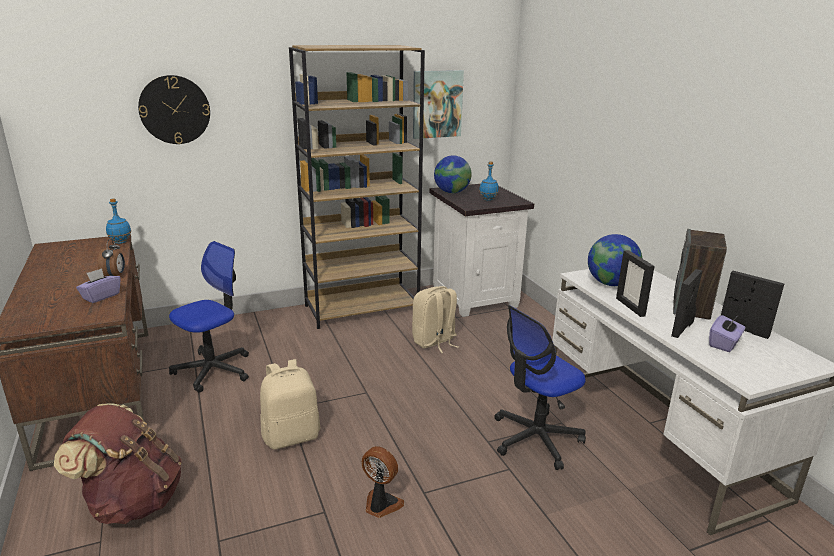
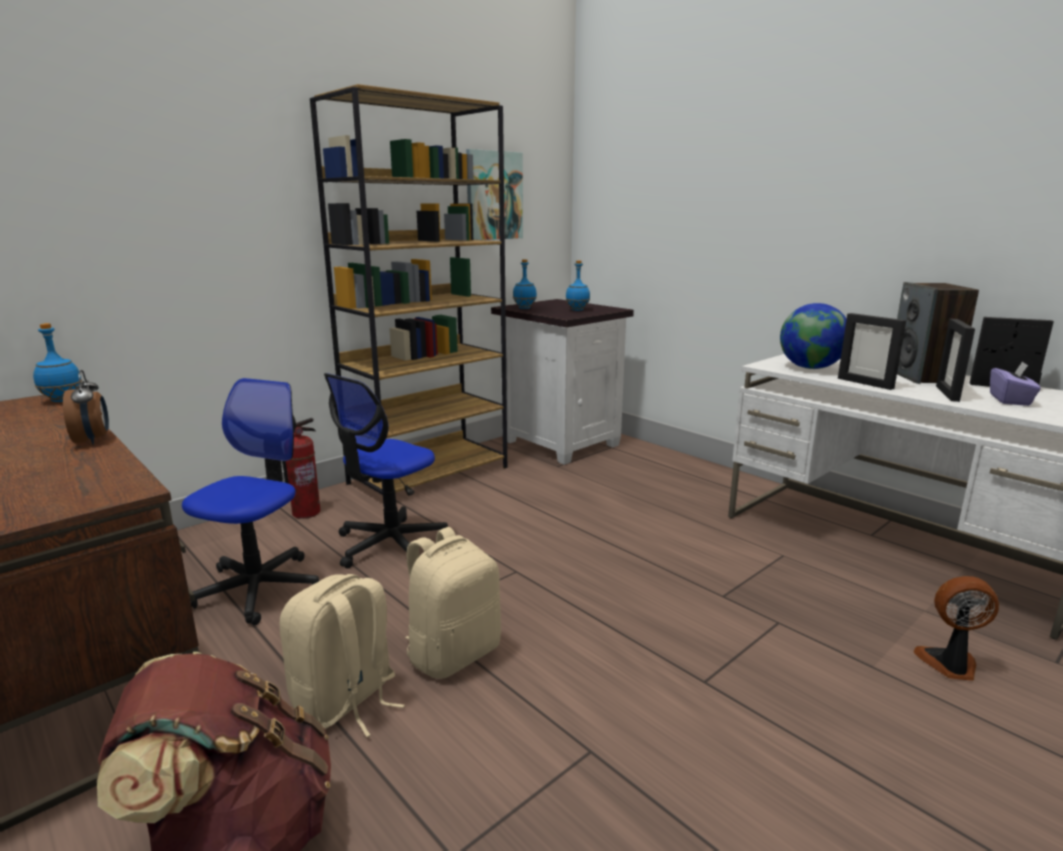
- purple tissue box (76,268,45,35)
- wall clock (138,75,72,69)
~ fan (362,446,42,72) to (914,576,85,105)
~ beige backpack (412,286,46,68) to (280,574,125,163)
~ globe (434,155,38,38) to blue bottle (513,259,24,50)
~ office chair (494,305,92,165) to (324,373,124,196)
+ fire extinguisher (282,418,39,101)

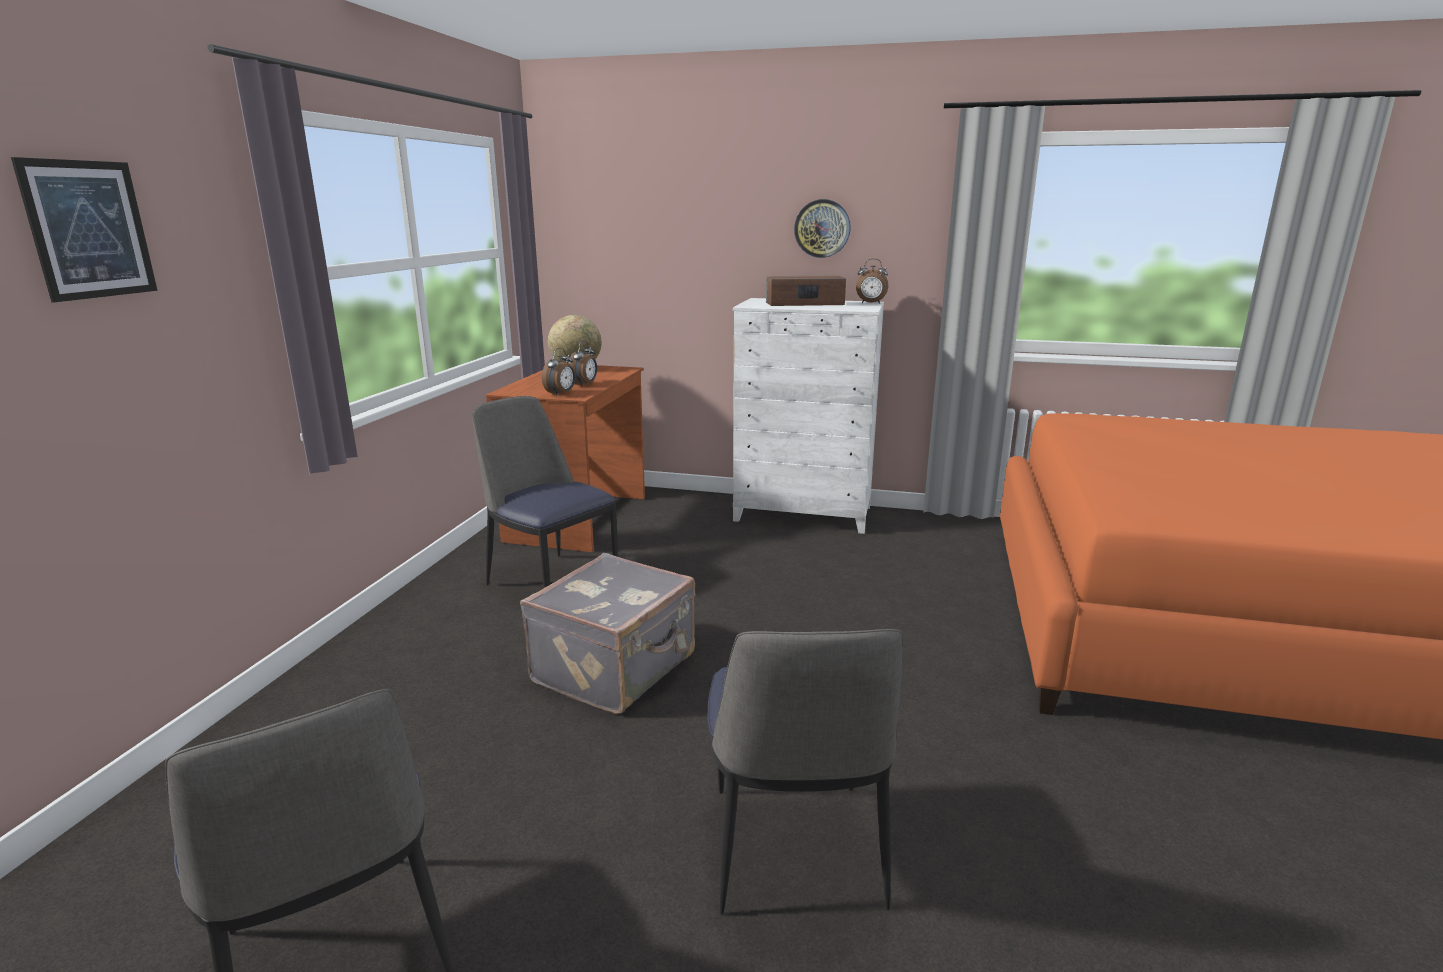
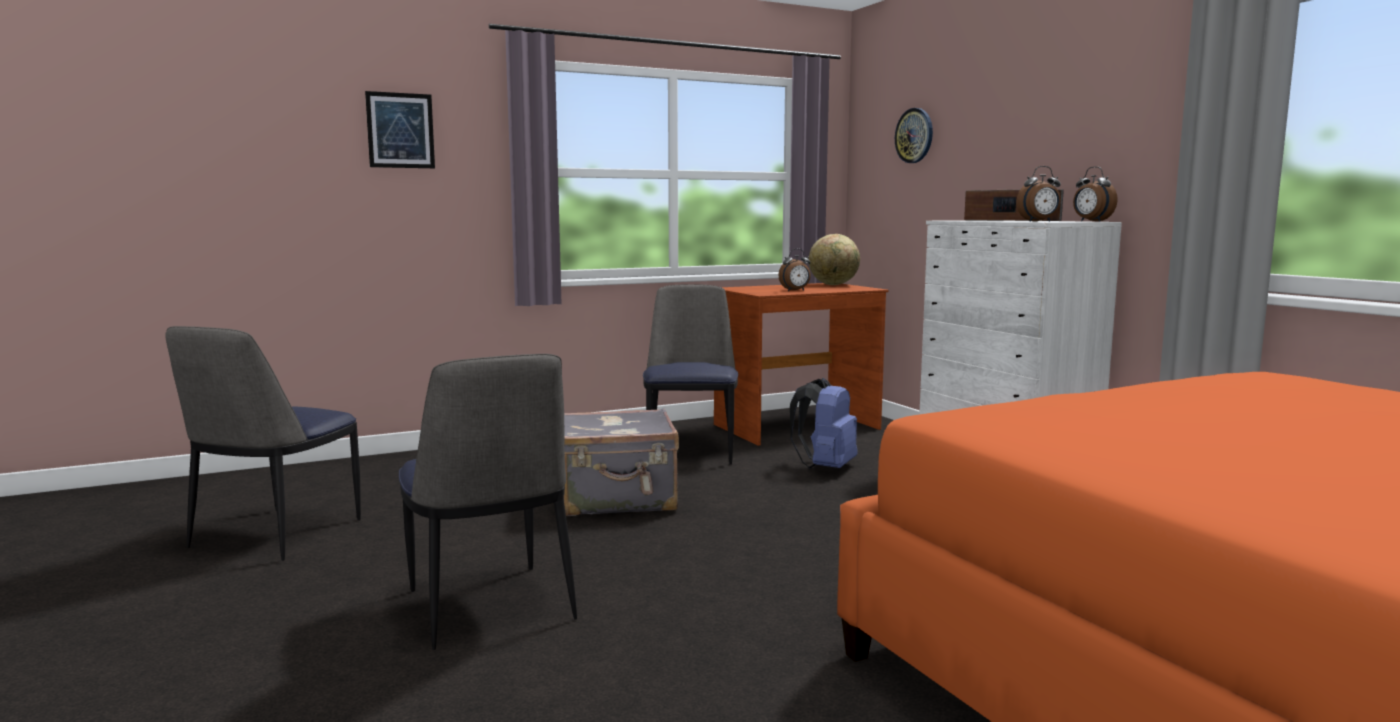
~ alarm clock (542,348,33,48) to (1016,166,45,56)
~ chair (707,629,196,286) = (399,354,178,296) 75 degrees counterclockwise
~ wall clock (794,199,57,59) to (895,108,38,55)
+ blue backpack (790,378,68,90)

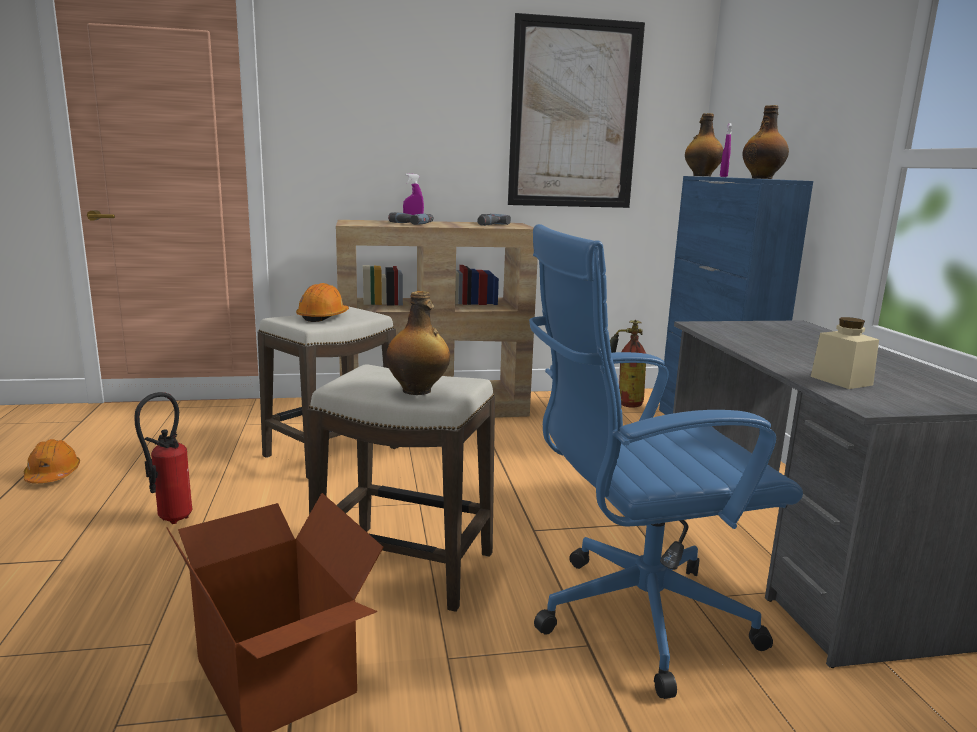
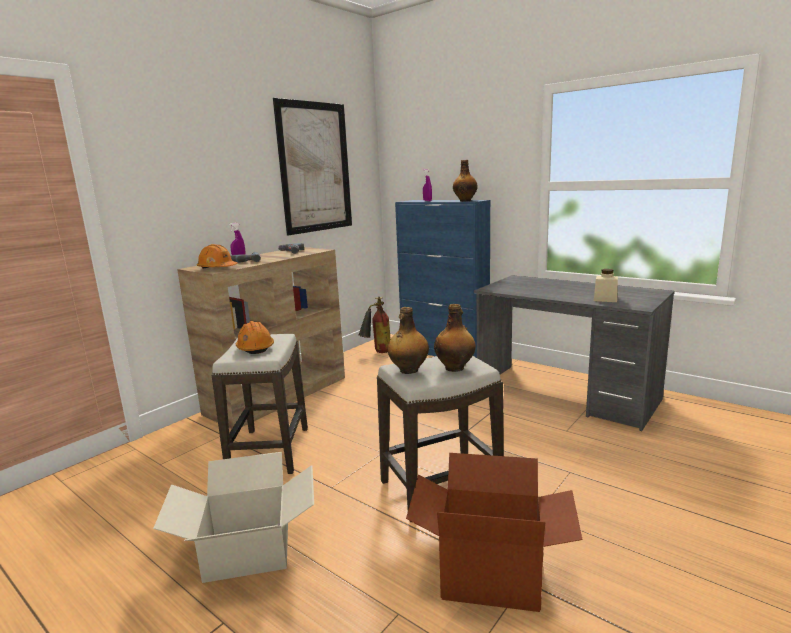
~ orange hard hat (24,439,56,44) to (197,244,41,24)
~ fire extinguisher (135,392,57,132) to cardboard box (153,452,161,131)
- blue office chair (529,224,274,475)
~ bottle (685,113,38,63) to (387,307,42,67)

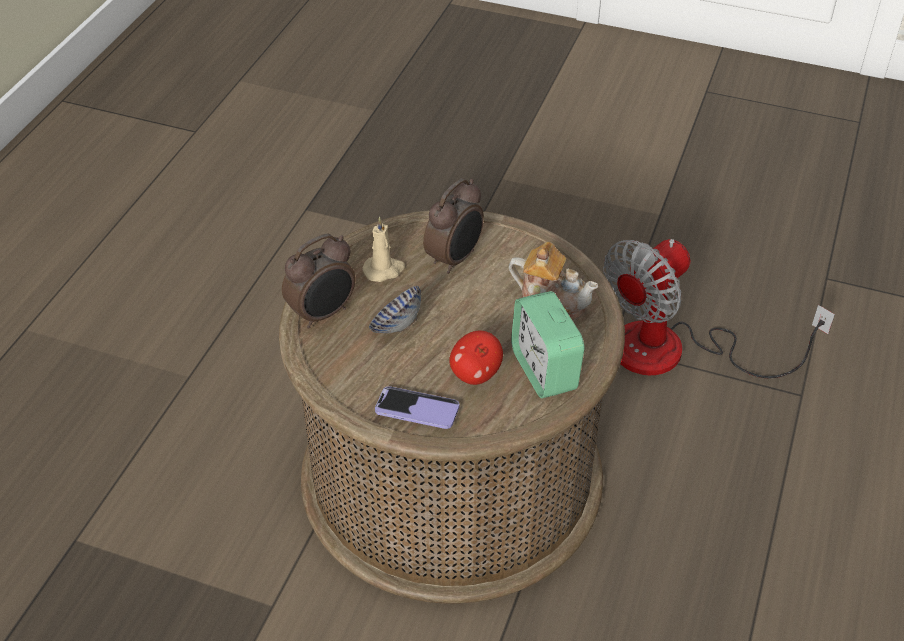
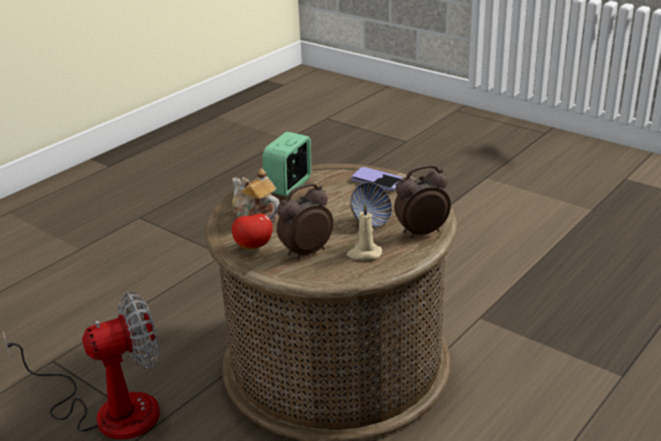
~ apple (449,331,54,54) to (232,208,41,41)
~ alarm clock (511,291,73,107) = (262,132,49,64) 150 degrees counterclockwise

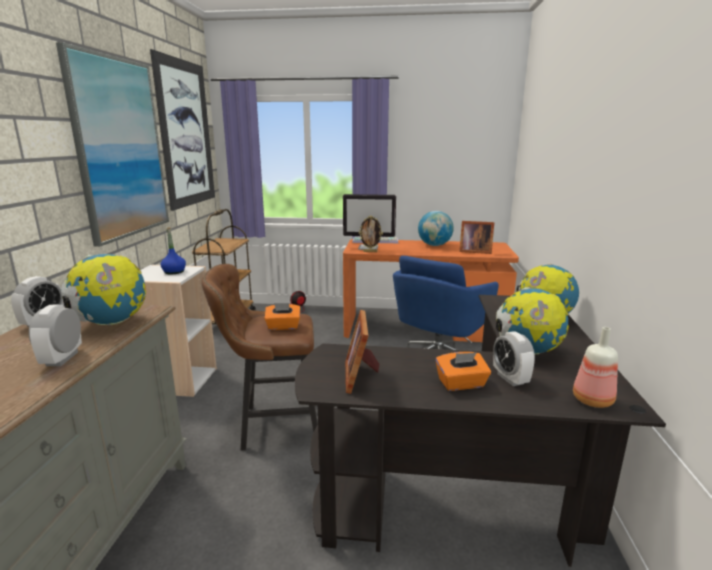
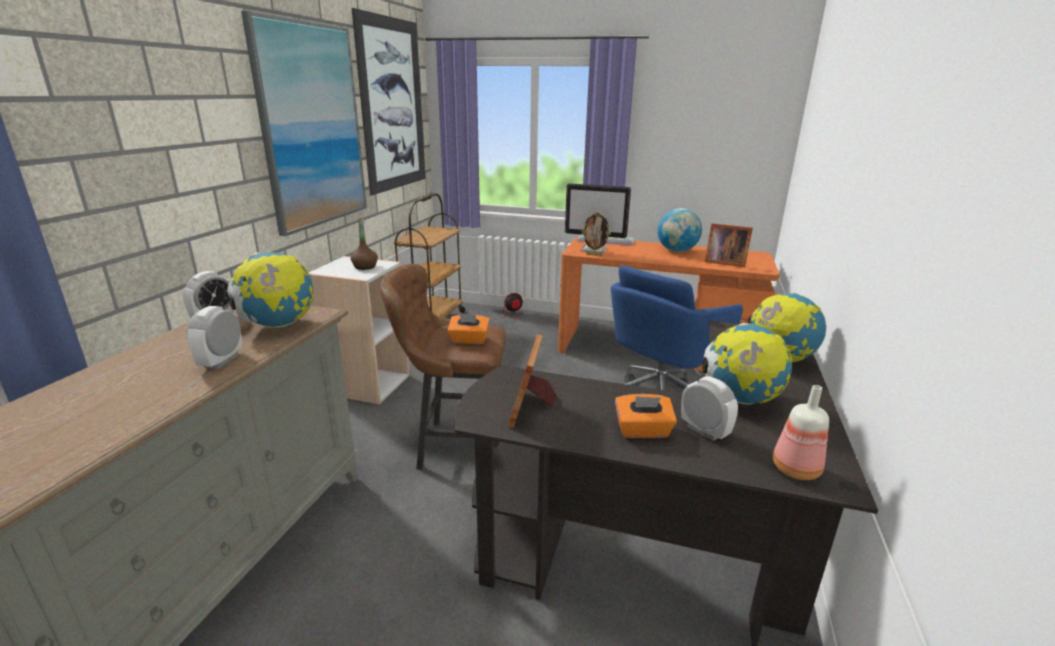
~ blue bottle (160,227,26,47) to brown bottle (350,217,28,53)
~ alarm clock (493,332,42,54) = (681,376,57,65) 150 degrees clockwise

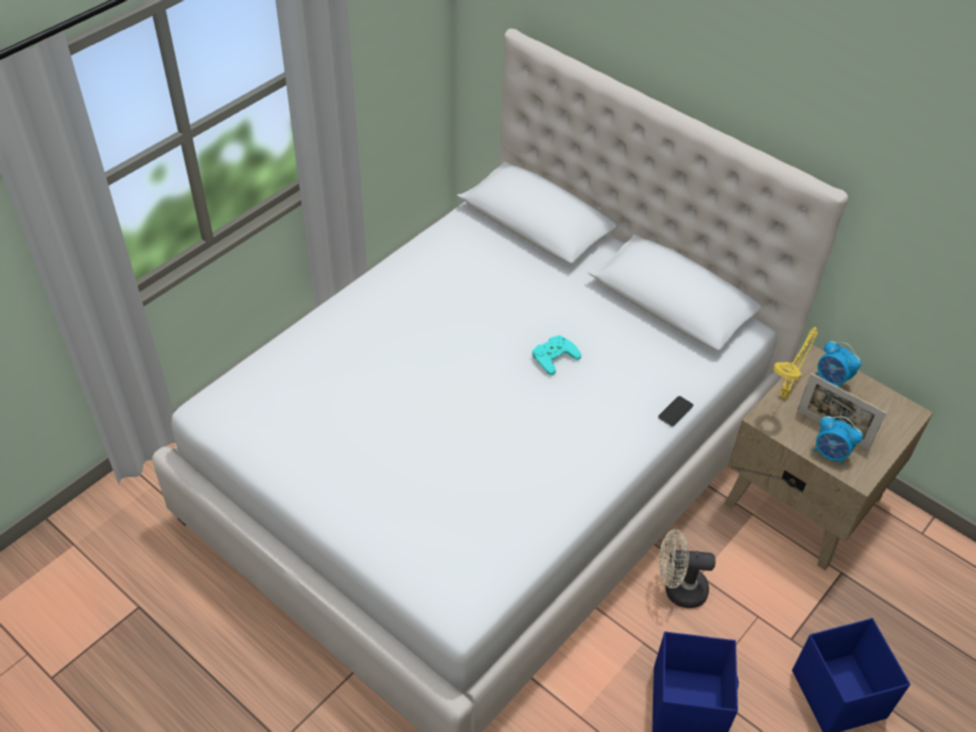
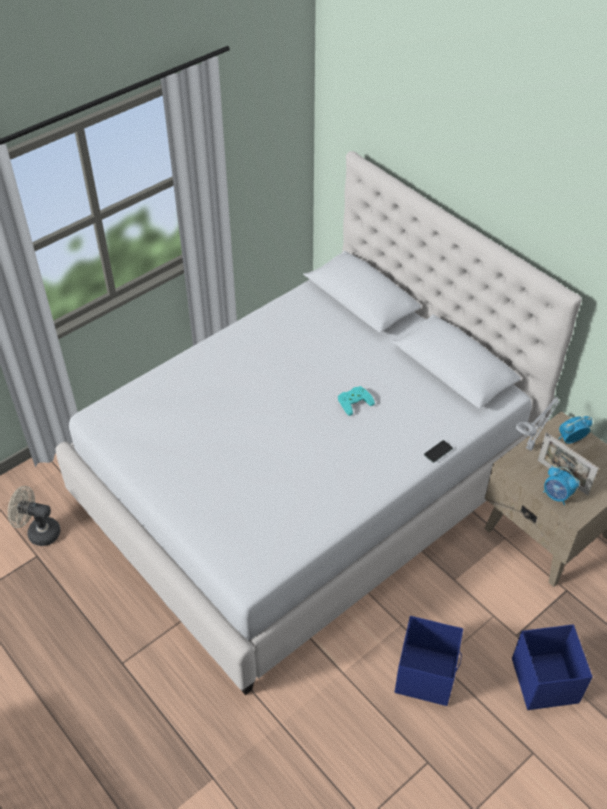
~ beige fan (659,529,57,79) to (8,486,52,60)
~ yellow table lamp (773,327,45,72) to grey table lamp (515,397,44,54)
~ alarm clock (816,340,46,48) = (559,416,33,28) 105 degrees clockwise

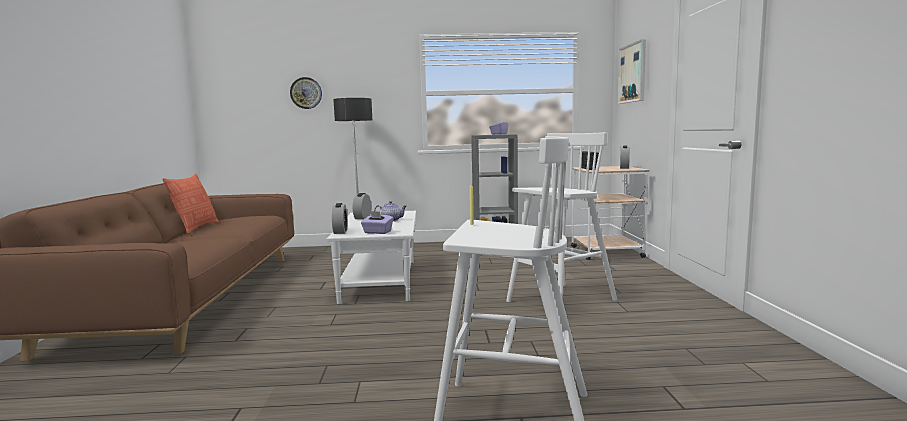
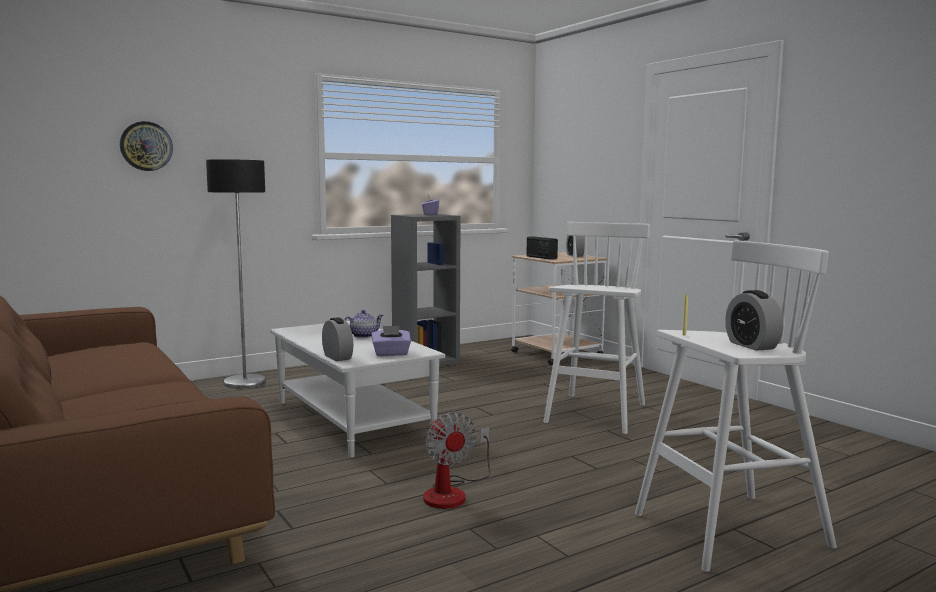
- orange pillow (162,174,57,60)
~ alarm clock (353,193,18,26) to (725,290,58,61)
- picture (618,39,28,65)
+ fan (423,412,68,97)

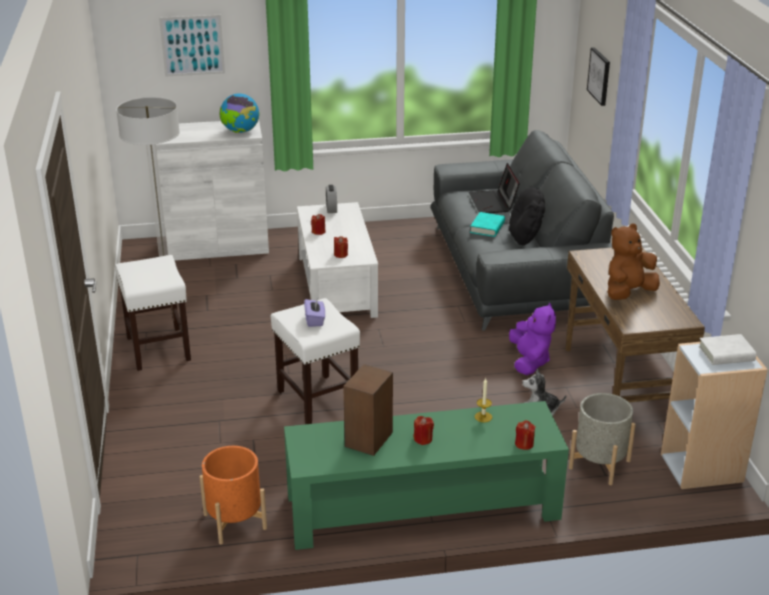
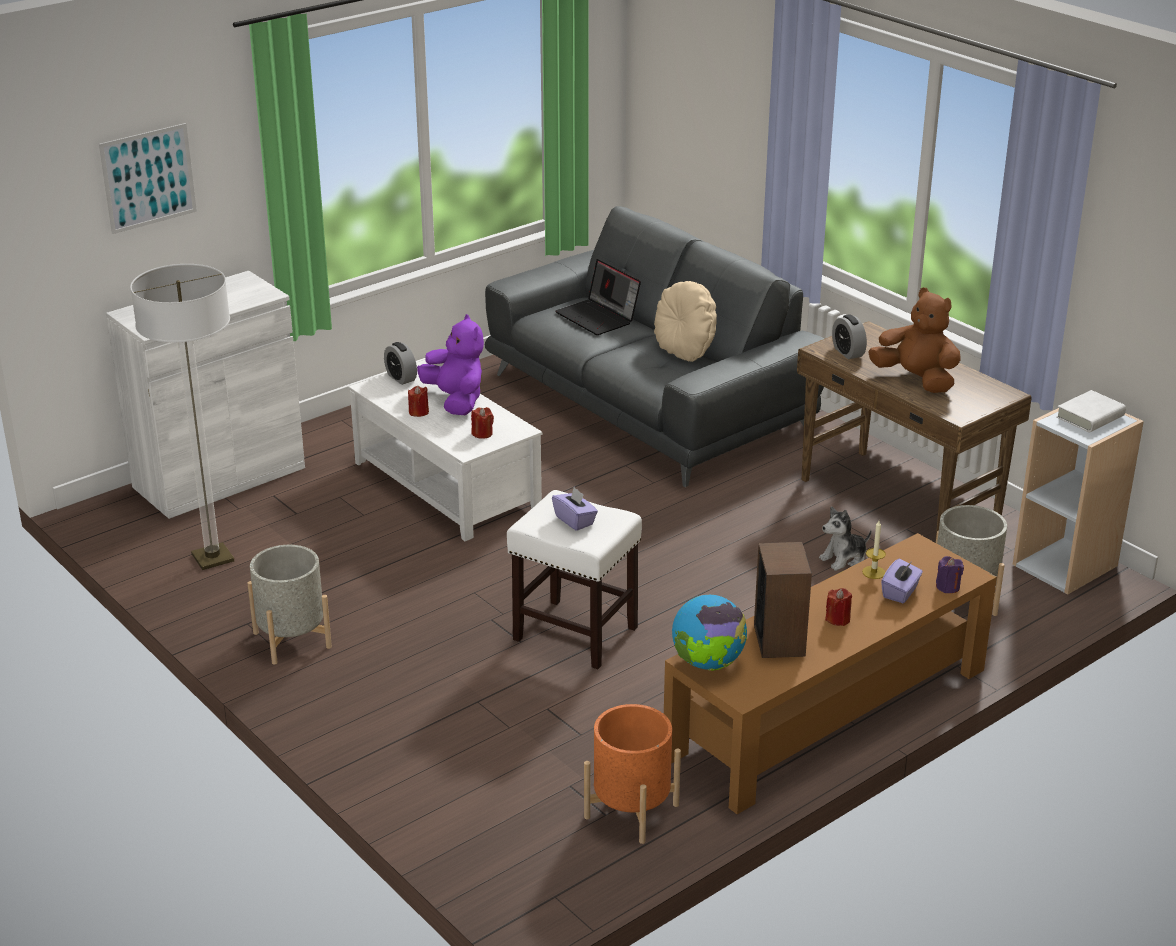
~ white stool (115,255,76,116) to grey planter (247,545,85,120)
~ globe (219,93,41,40) to (672,595,75,76)
~ green tv stand (284,401,285,149) to brown tv stand (664,533,333,281)
- turquoise book (470,212,35,25)
~ black pillow (509,187,36,58) to beige pillow (654,281,63,81)
~ purple plush toy (509,302,47,73) to (417,314,67,101)
~ red candle (515,420,21,30) to purple candle (936,556,28,37)
- picture (587,47,23,59)
~ brown plush toy (608,223,52,77) = (868,288,93,105) 105 degrees clockwise
+ alarm clock (832,314,35,45)
+ purple tissue box (881,559,42,44)

